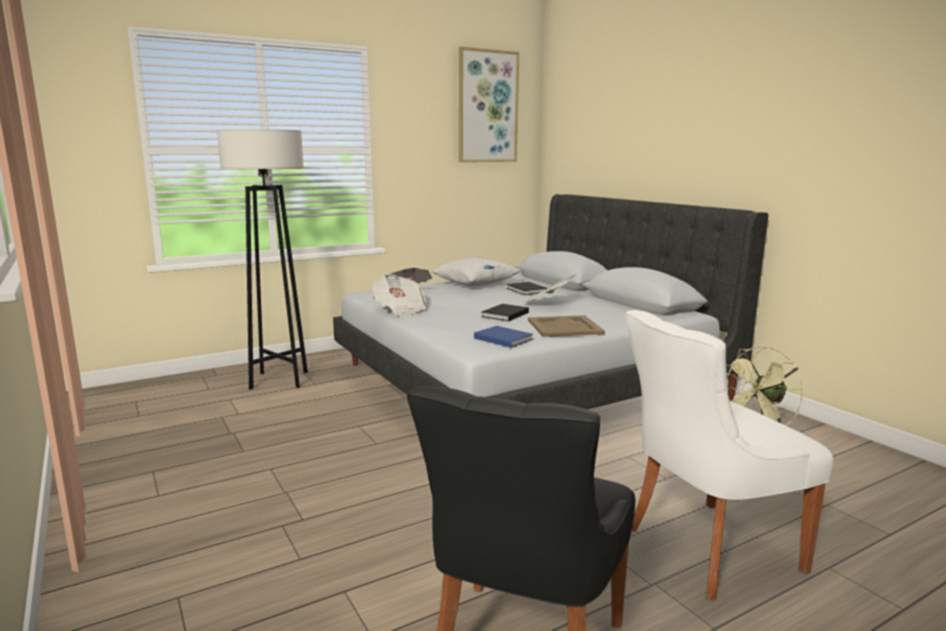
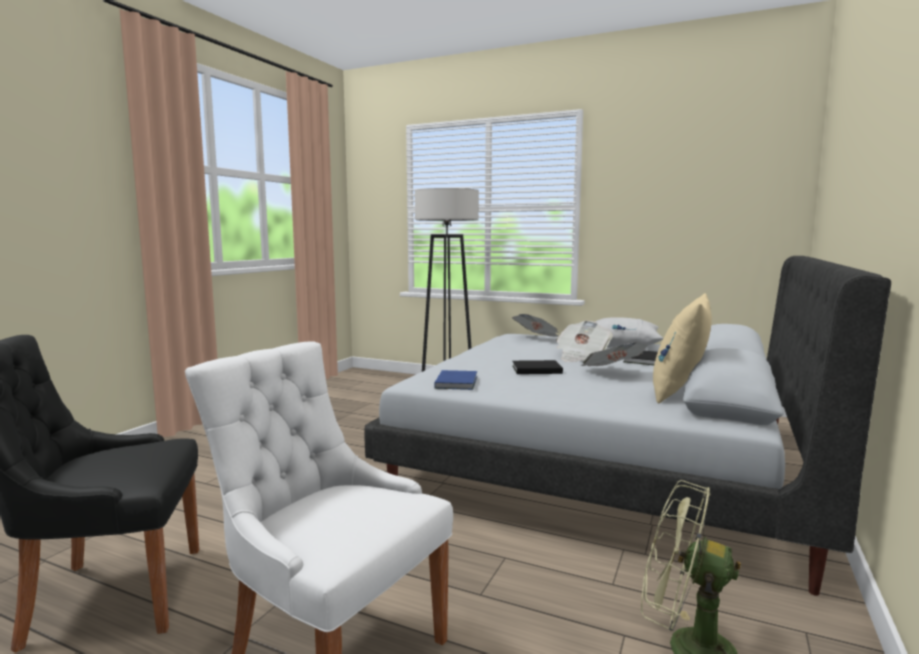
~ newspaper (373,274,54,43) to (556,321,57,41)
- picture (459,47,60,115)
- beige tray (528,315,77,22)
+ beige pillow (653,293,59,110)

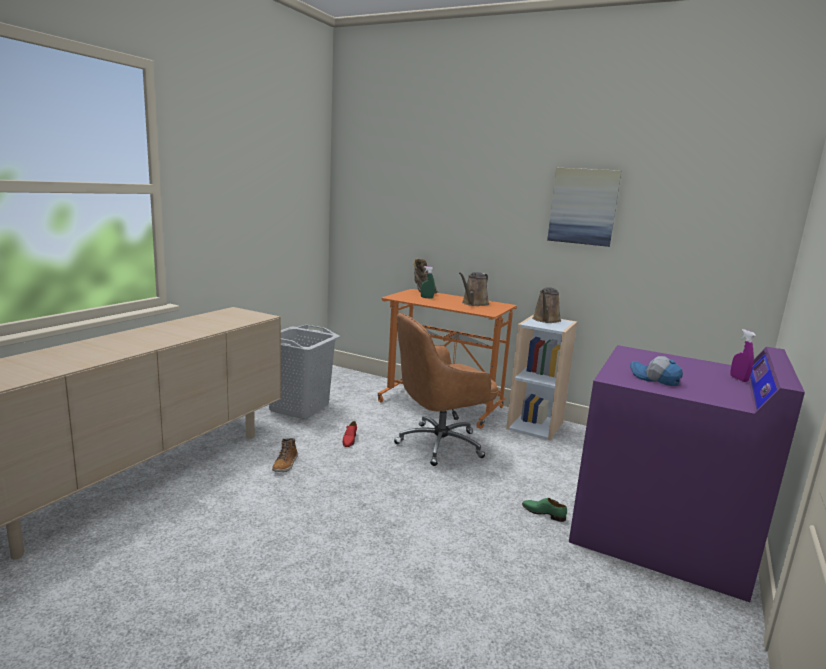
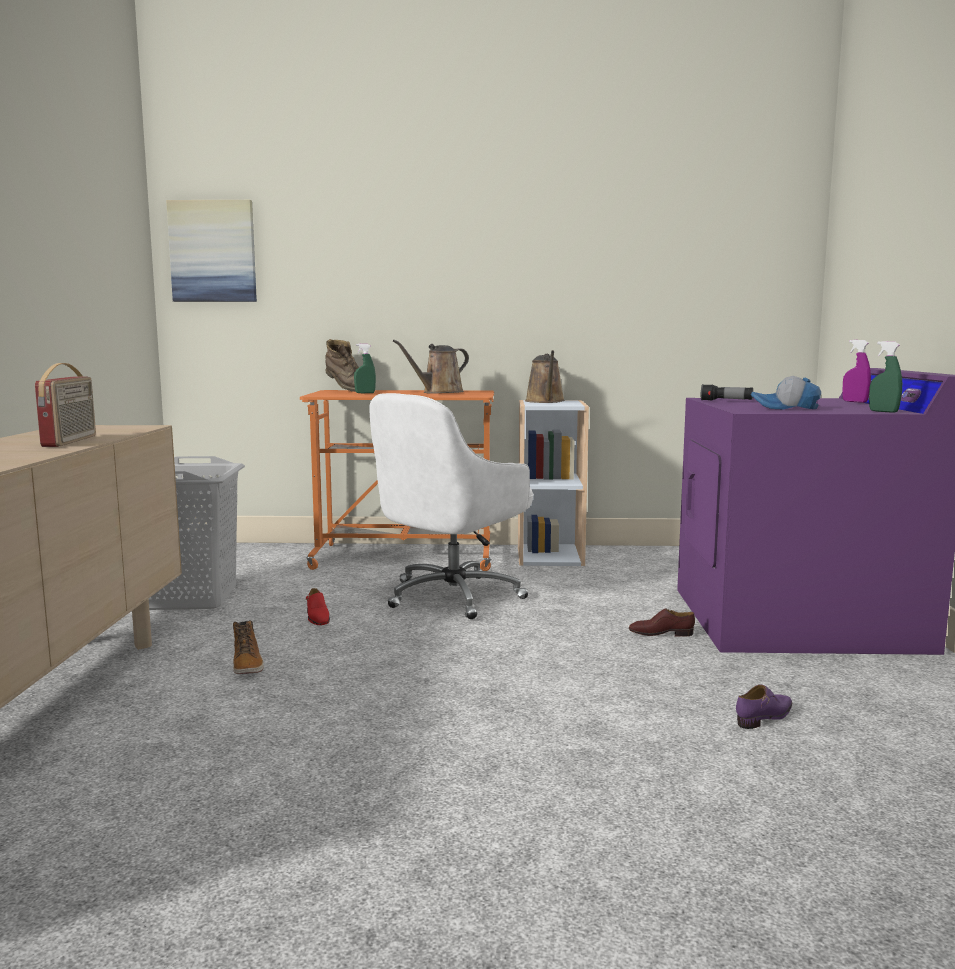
~ brown office chair (394,312,105,154) to white office chair (369,393,165,226)
~ brown watering can (459,272,30,34) = (393,340,76,54) 45 degrees clockwise
~ green shoe (522,498,45,24) to brown shoe (629,608,66,29)
~ picture (547,168,74,79) to (166,200,91,102)
+ radio (35,363,61,84)
+ flashlight (701,384,52,17)
+ purple shoe (736,684,56,45)
+ green spray bottle (869,341,33,72)

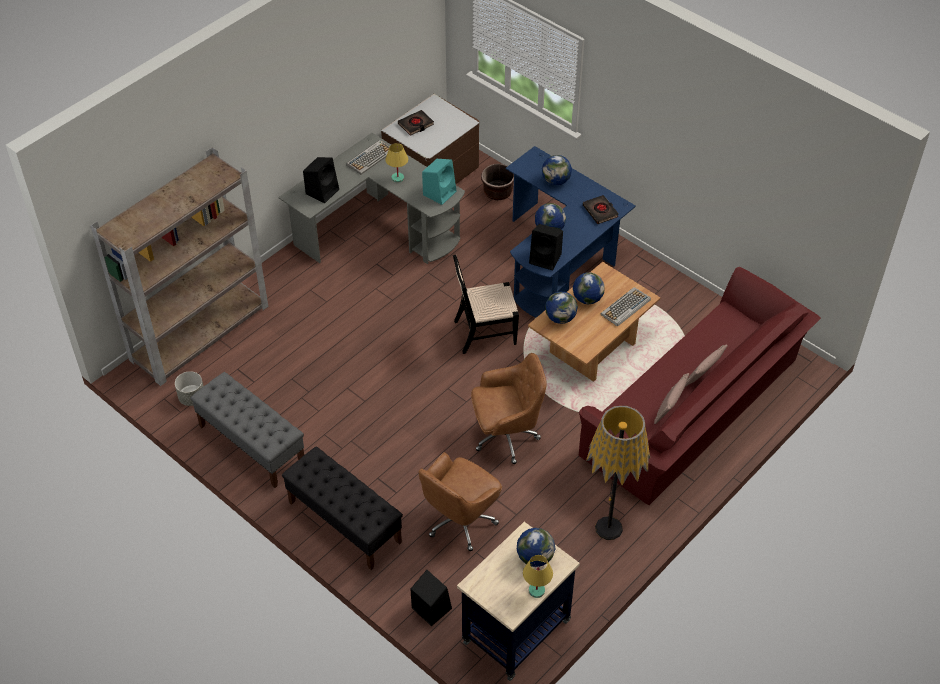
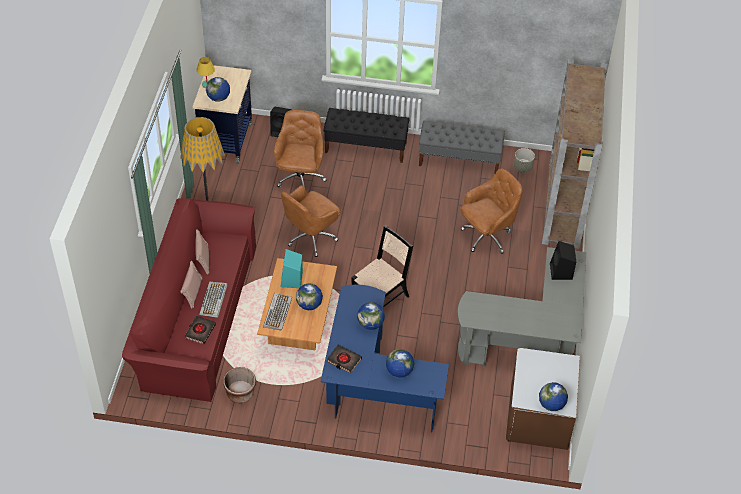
~ keyboard (346,140,43,35) to (199,282,28,36)
- yellow table lamp (385,143,23,40)
~ black book (398,110,36,26) to (185,316,31,28)
~ turquoise speaker (422,159,35,46) to (280,249,23,39)
~ brown planter (481,163,33,37) to (223,367,33,36)
- black speaker (529,224,34,47)
~ globe (545,291,33,33) to (539,382,29,29)
+ brown office chair (460,169,63,85)

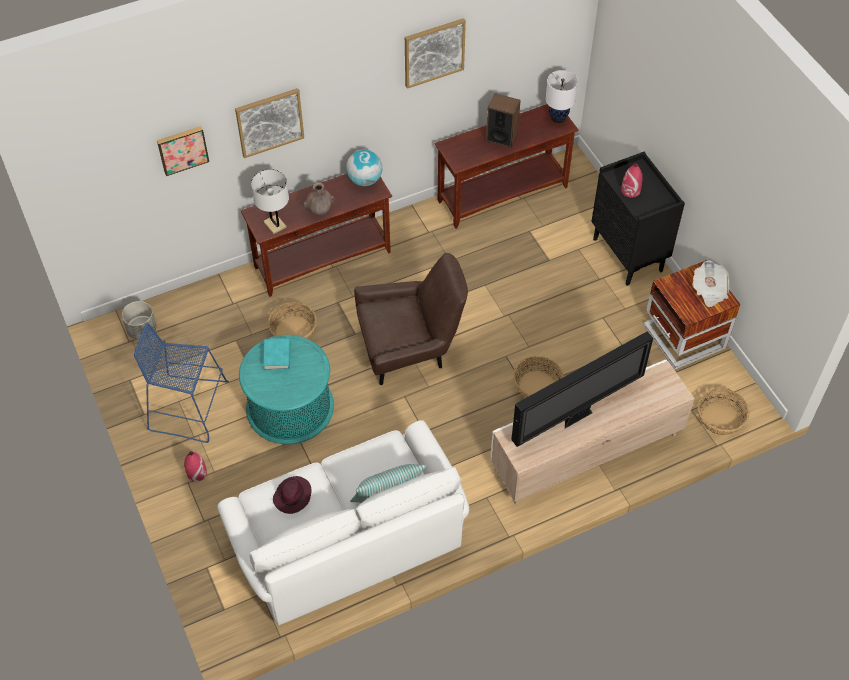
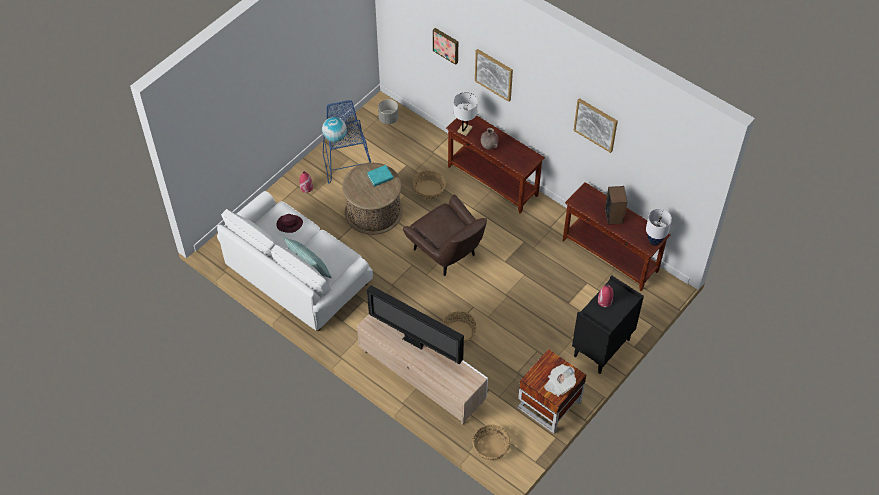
~ turquoise coffee table (239,335,95,109) to brown coffee table (342,163,61,72)
~ globe (346,150,36,36) to (322,117,25,25)

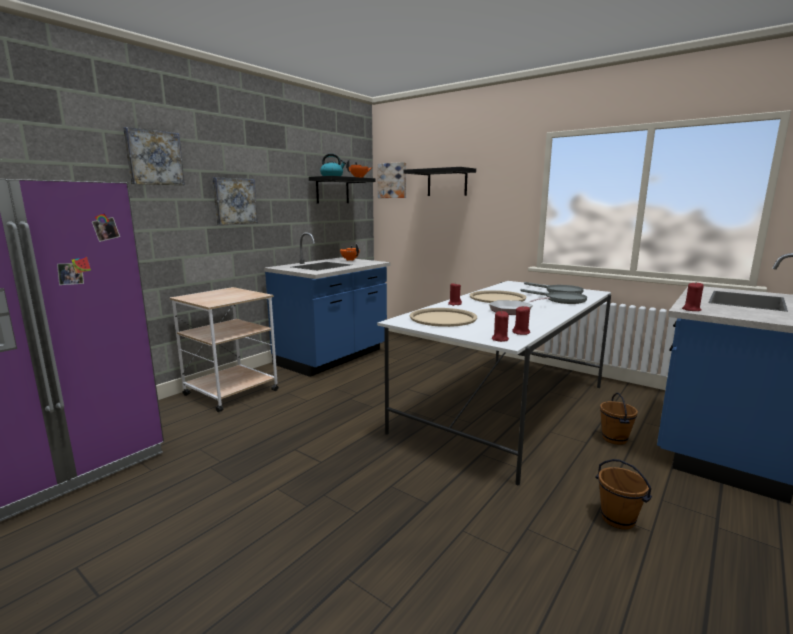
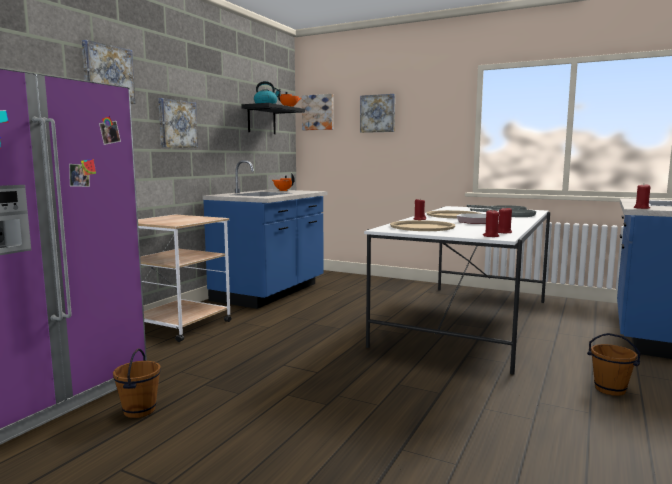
~ black shelf (404,167,72,29) to picture (360,94,35,39)
~ brown bucket (600,393,38,52) to (113,349,48,69)

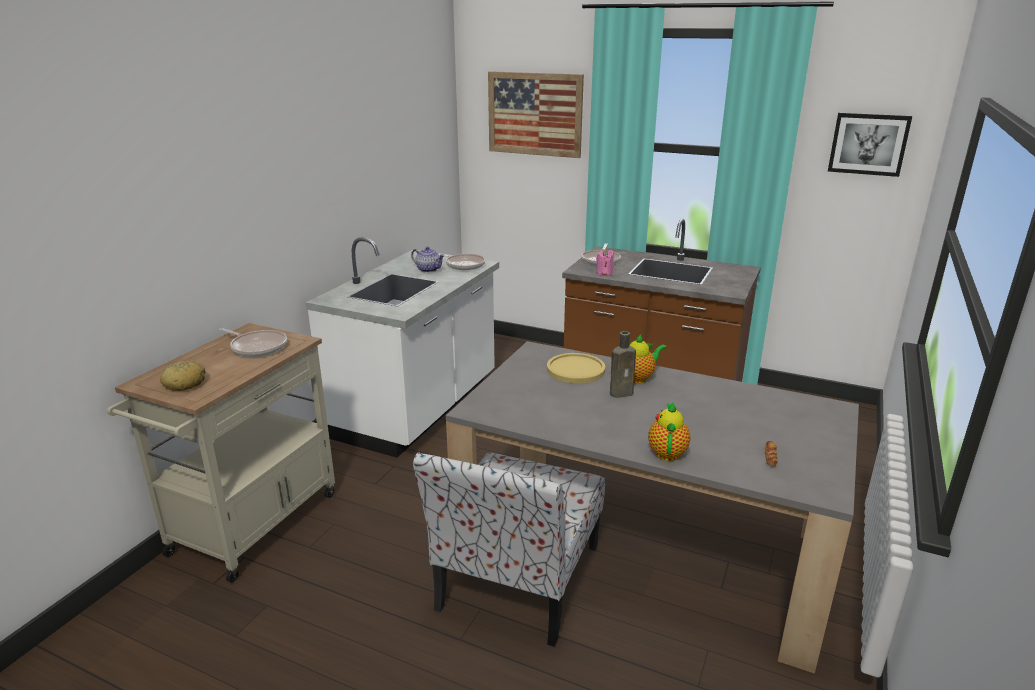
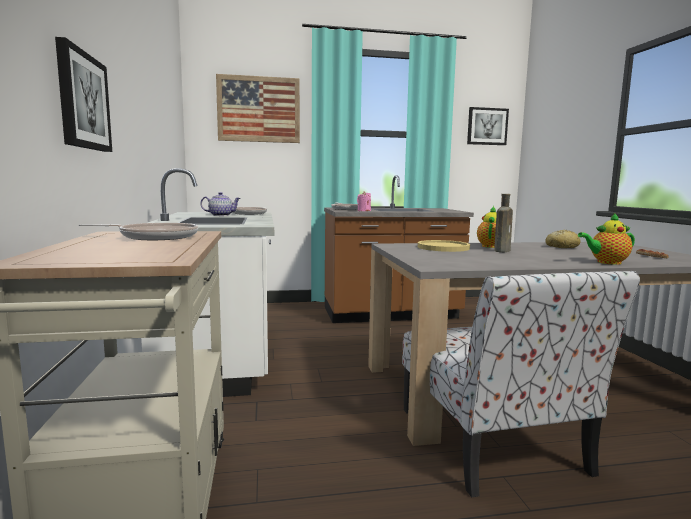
~ bread (160,361,45,30) to (545,230,35,18)
~ teapot (648,403,42,58) = (578,213,57,52) 75 degrees counterclockwise
+ picture (55,37,57,115)

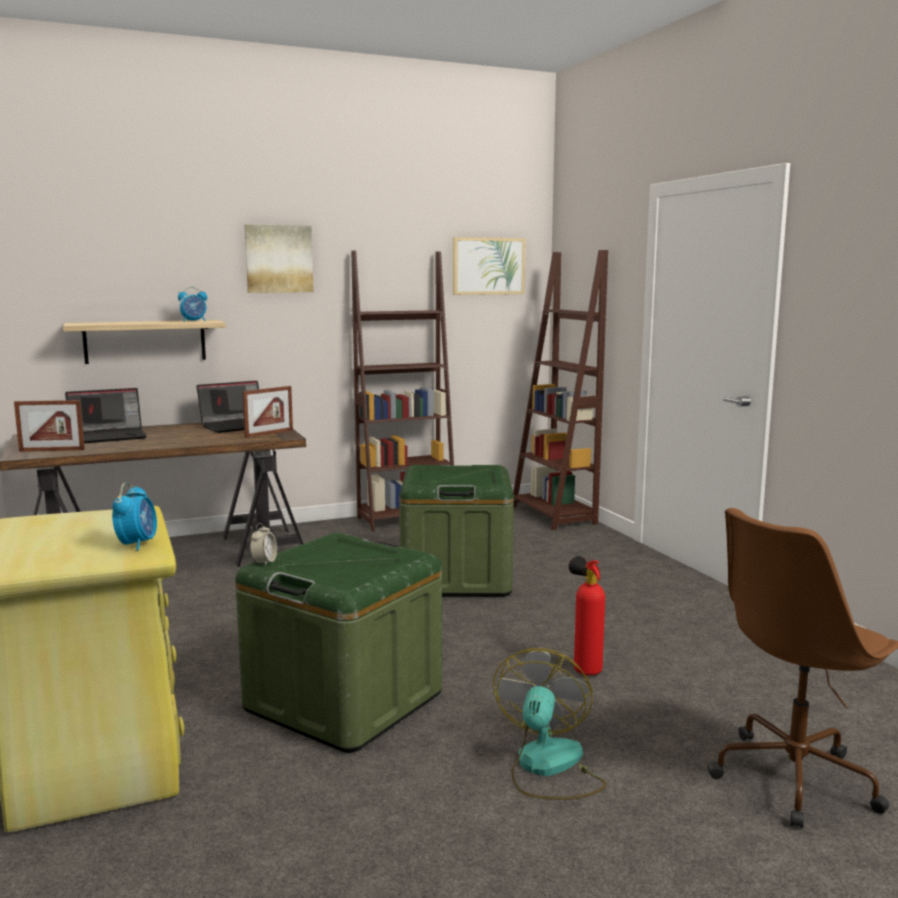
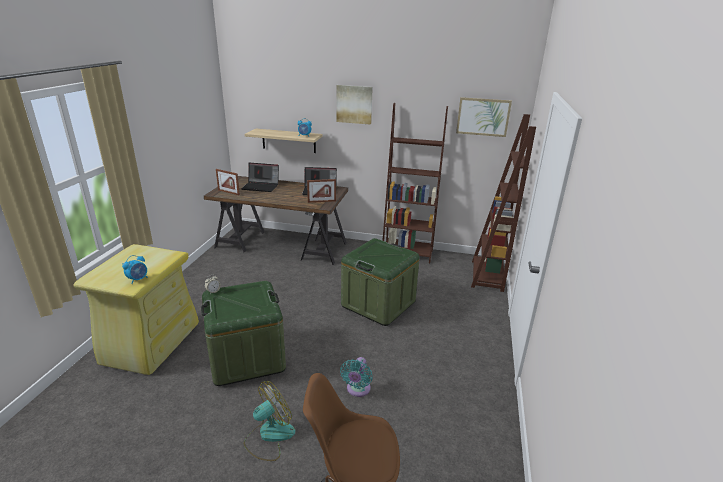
~ fire extinguisher (569,556,36,120) to turquoise fan (340,357,33,40)

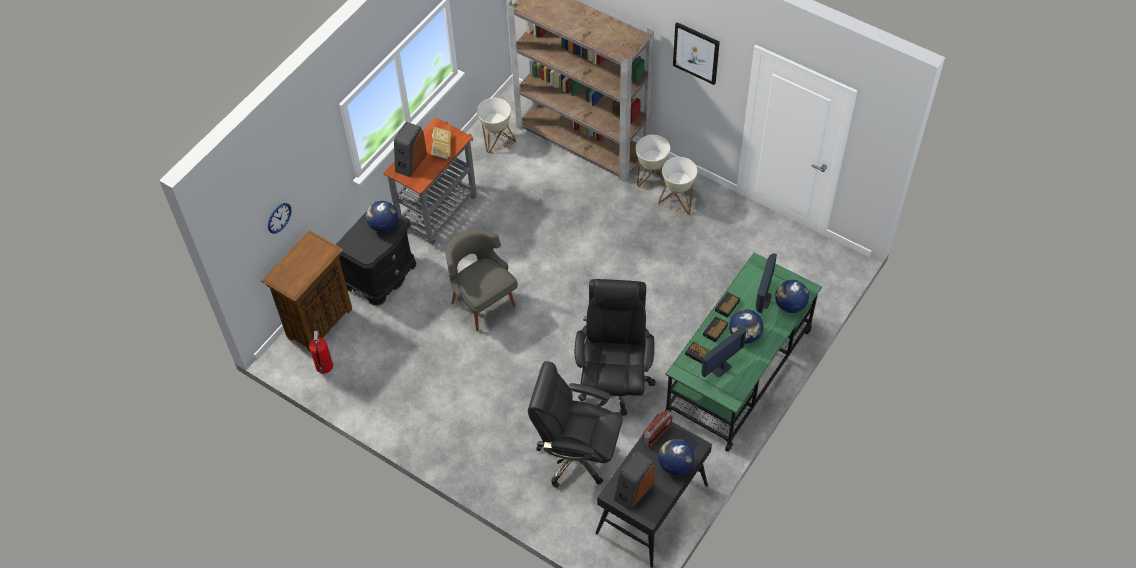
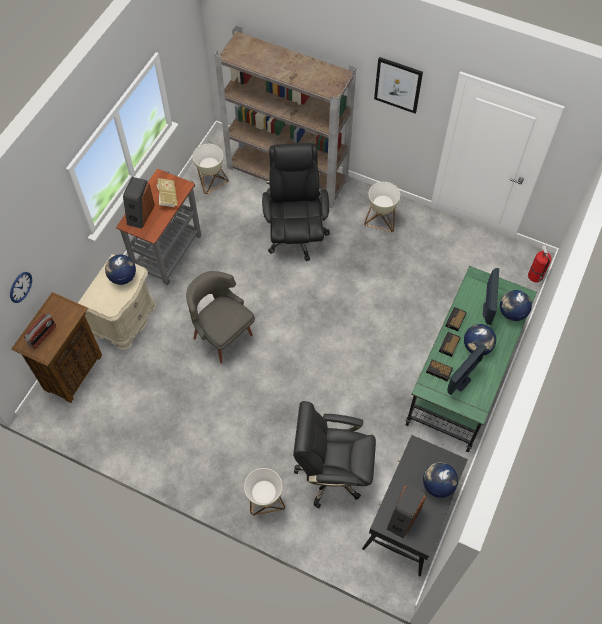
~ fire extinguisher (309,331,24,43) to (528,245,24,37)
~ black nightstand (336,211,80,95) to beige nightstand (78,254,78,96)
~ black office chair (574,279,81,137) to (262,143,68,118)
~ planter (635,135,35,52) to (244,468,41,48)
~ radio (642,410,30,38) to (24,313,32,36)

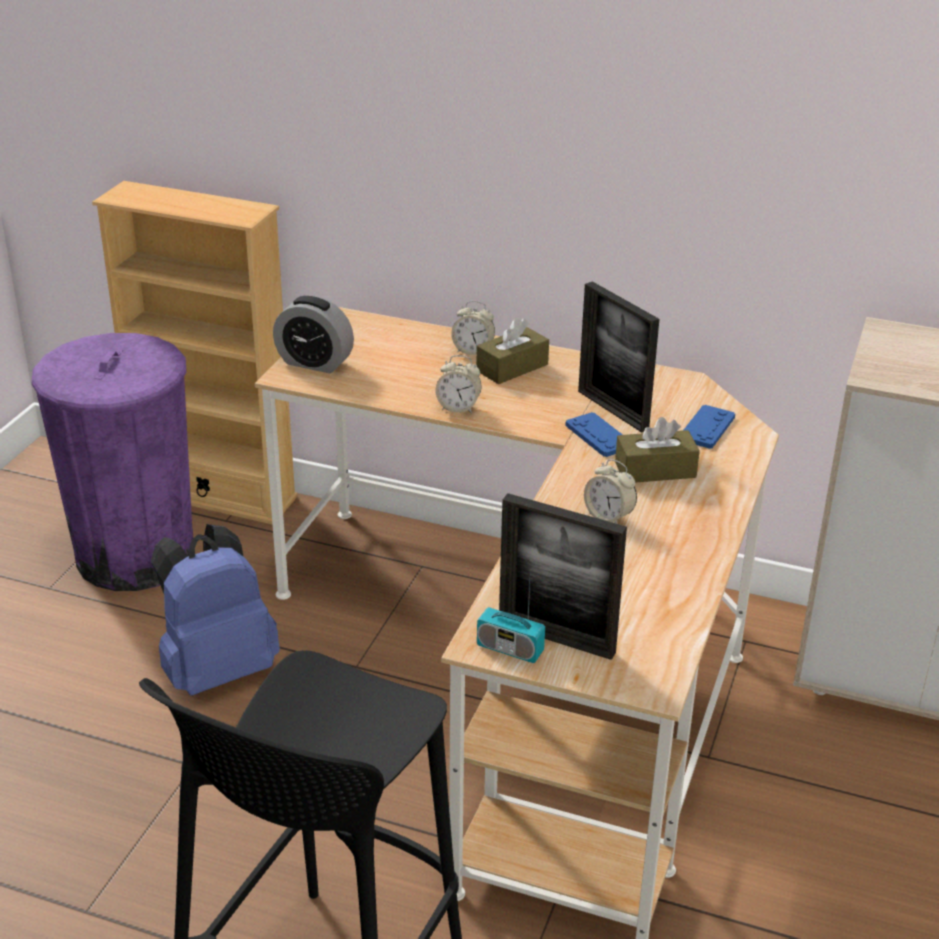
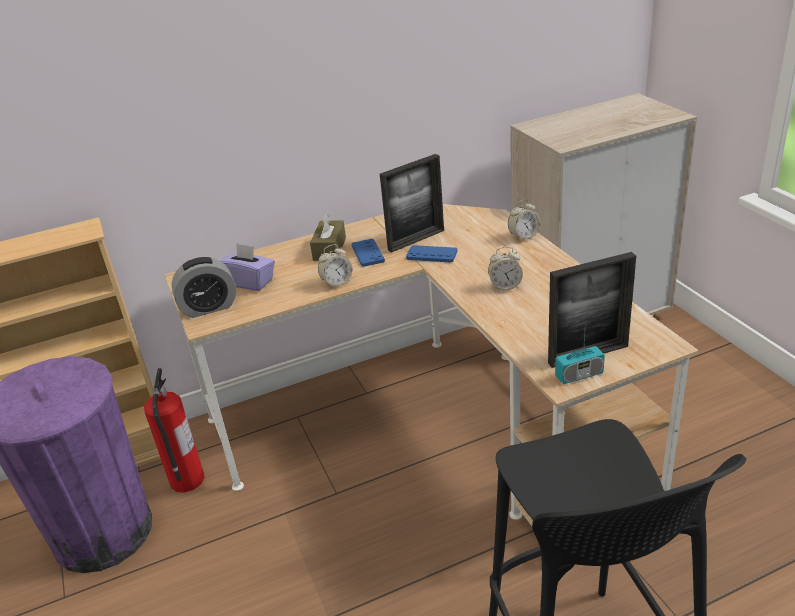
- blue backpack (151,524,129,172)
~ alarm clock (451,301,44,54) to (508,199,32,43)
~ picture frame (578,281,81,152) = (380,154,64,99) 45 degrees counterclockwise
- brown tissue box (615,417,85,66)
~ blue game controller (684,405,51,44) to (351,239,34,28)
+ fire extinguisher (144,368,61,125)
+ purple tissue box (219,243,56,48)

